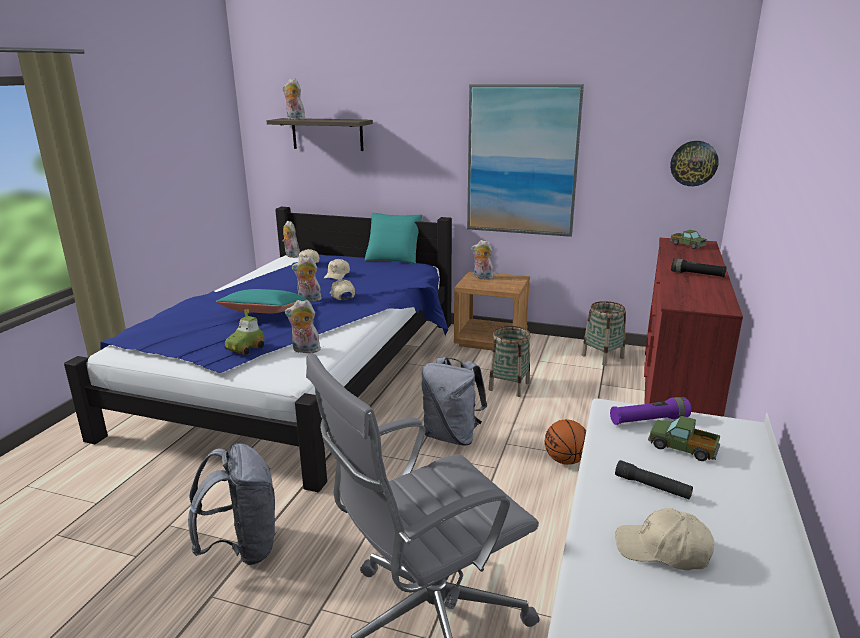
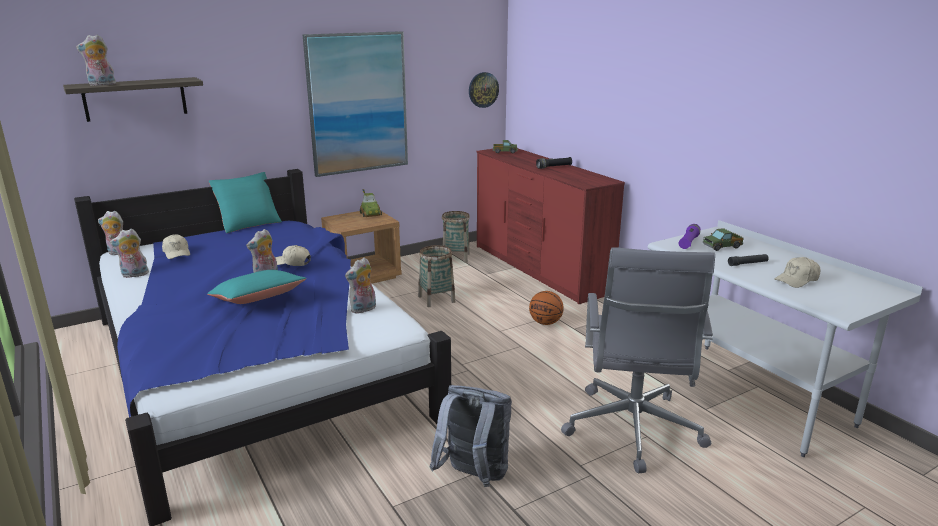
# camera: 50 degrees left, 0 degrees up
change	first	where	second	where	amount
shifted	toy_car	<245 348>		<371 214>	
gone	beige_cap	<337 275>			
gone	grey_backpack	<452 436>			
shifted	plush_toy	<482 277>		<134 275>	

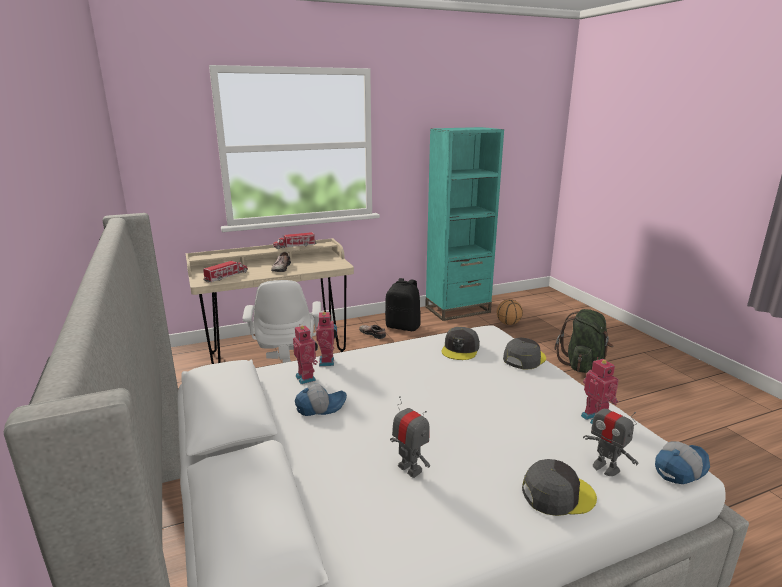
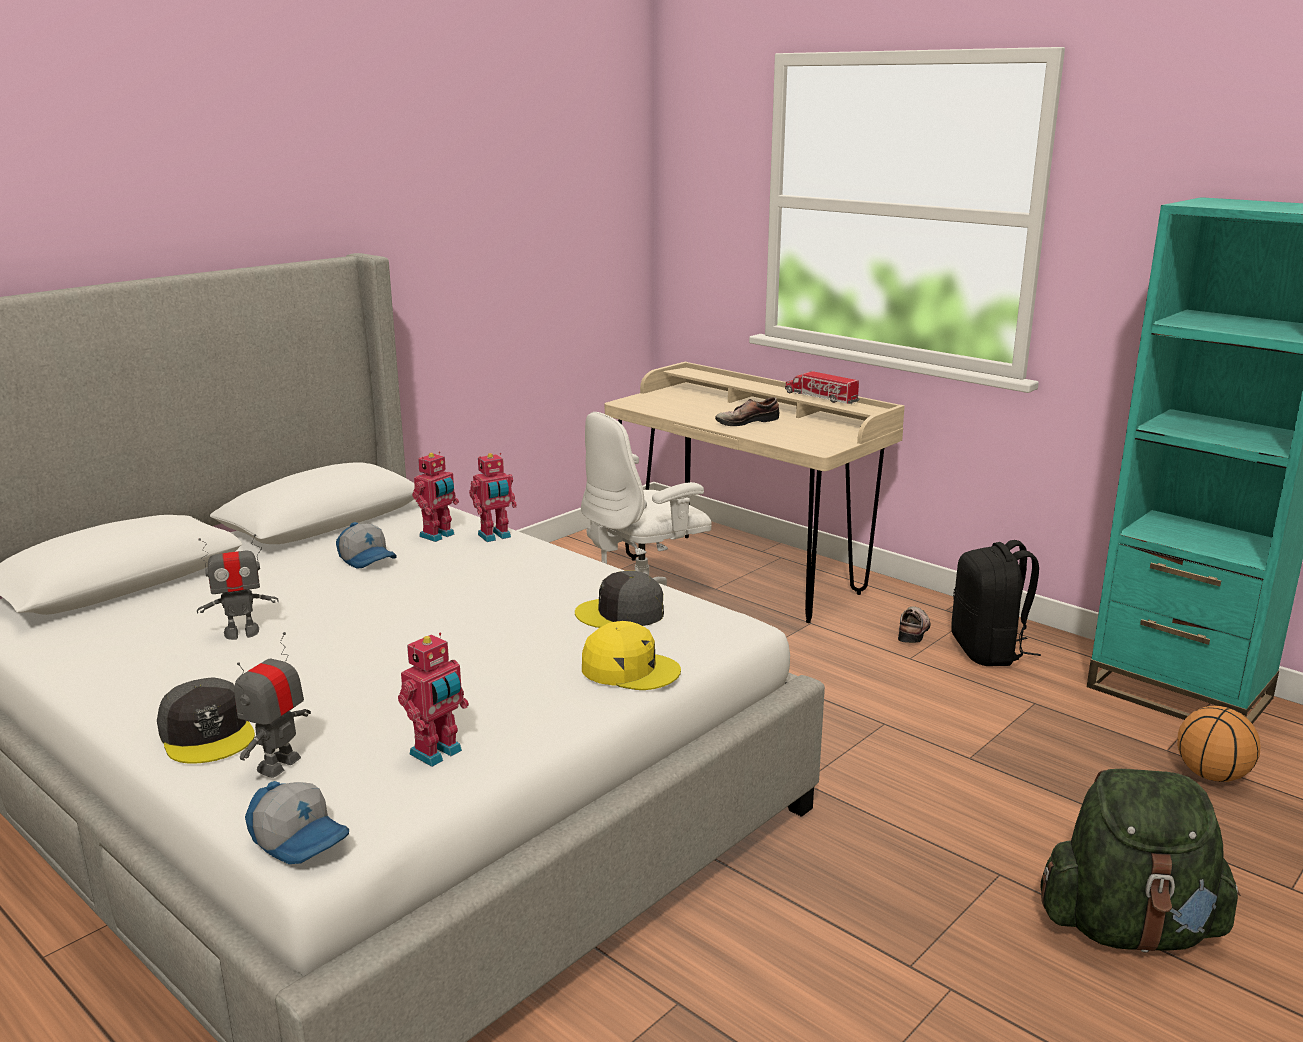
# camera: 65 degrees right, 0 degrees up
change	first	where	second	where	amount
gone	toy_truck	<226 276>			
rotated	toy_robot	<410 468>		<241 632>	45 degrees clockwise
repainted	grey_cap	<524 358>	yellow_cap	<630 669>	

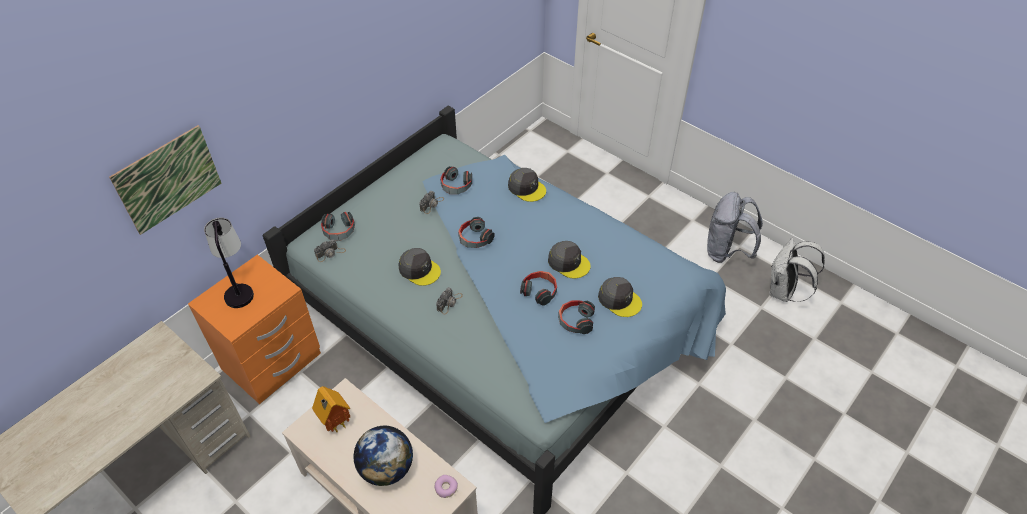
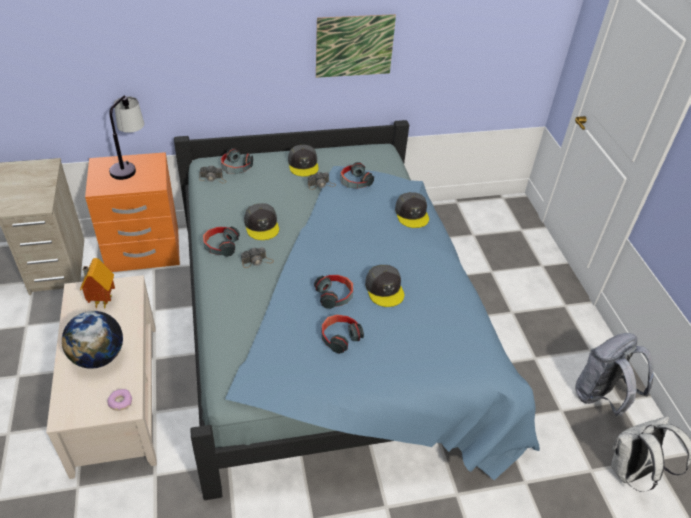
# camera: 35 degrees right, 5 degrees down
change	first	where	second	where	amount
shifted	picture	<168 179>		<354 46>	
shifted	headphones	<474 238>		<220 246>	
shifted	grey_cap	<619 299>		<303 164>	

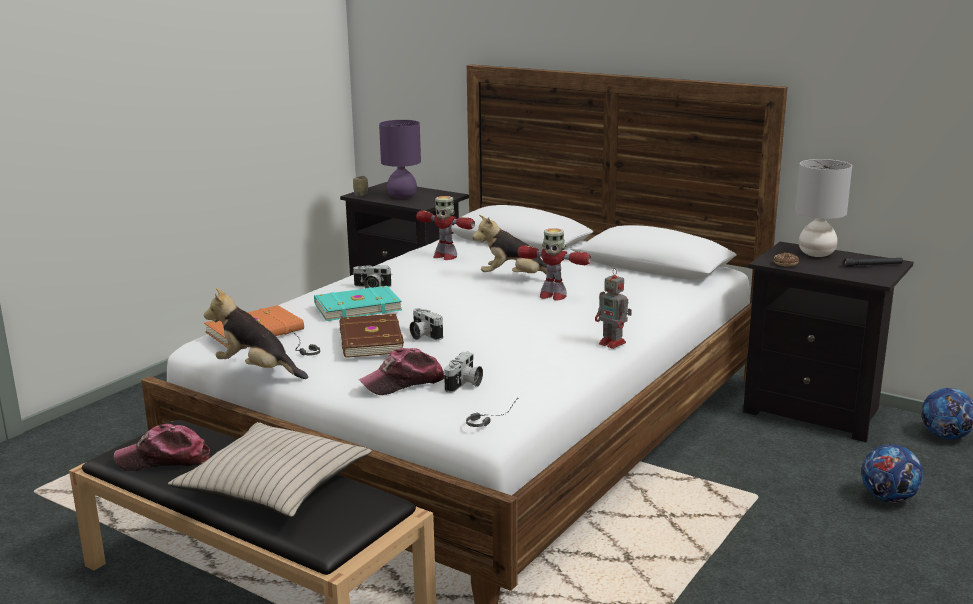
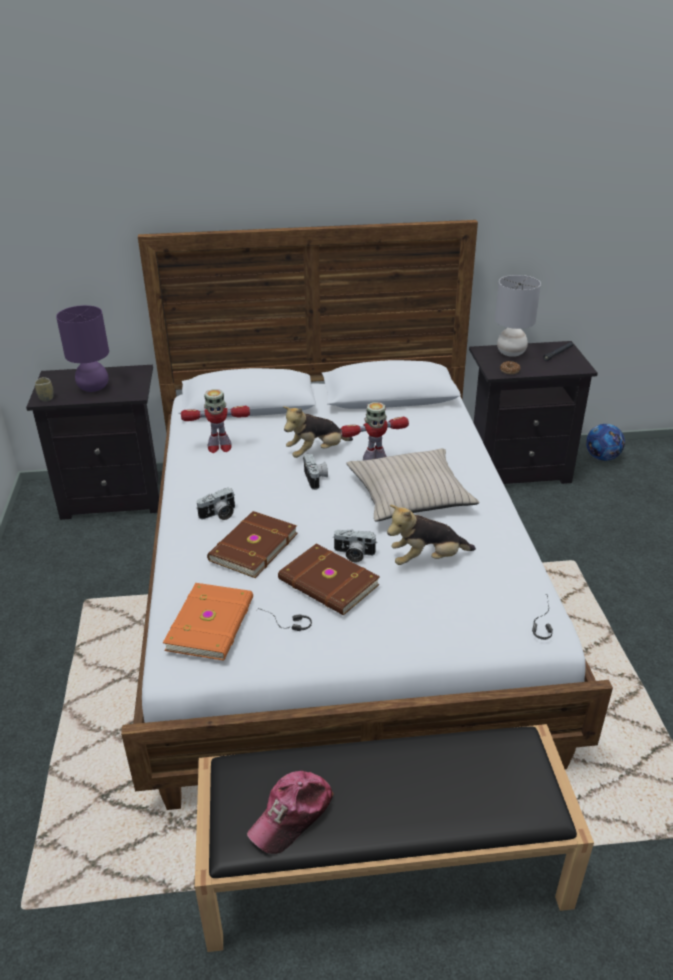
# camera: 40 degrees left, 15 degrees up
change	first	where	second	where	amount
shifted	beige_pillow	<274 485>		<410 495>	
shifted	plush_toy	<257 370>		<427 559>	
repainted	turquoise_book	<356 307>	brown_book	<252 547>	
gone	cap	<403 382>			
shifted	photo_camera	<464 385>		<316 479>	
gone	toy_robot	<613 343>			
gone	football	<888 498>			

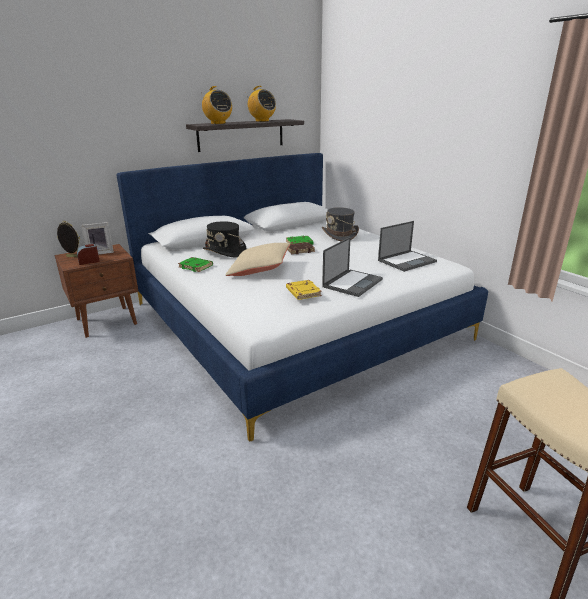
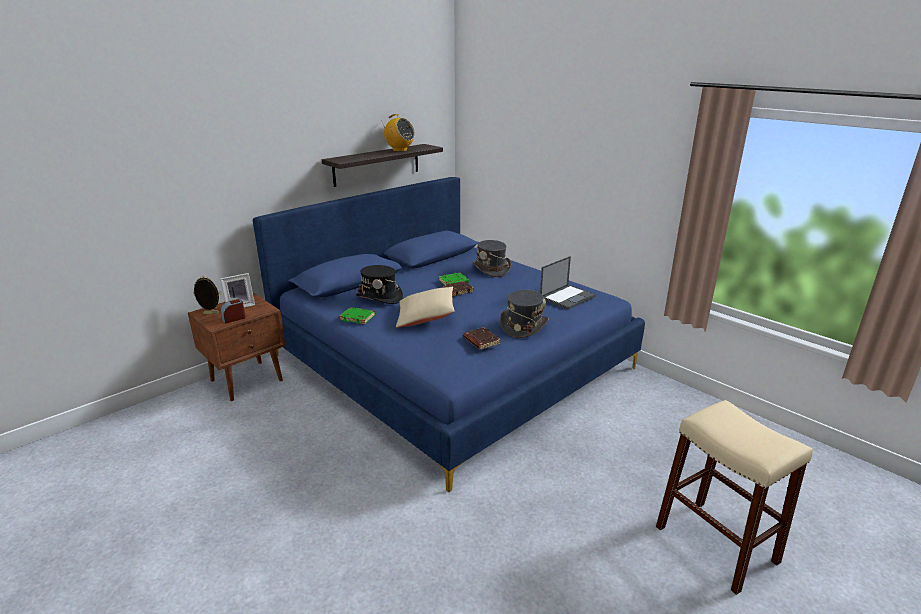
# camera: 10 degrees left, 0 degrees up
change	first	where	second	where	amount
repainted	white_bed	<294 320>	blue_bed	<452 362>	
gone	radio	<218 123>			
repainted	yellow_book	<302 292>	brown_book	<481 341>	
swapped	laptop	<352 283>	grey_hat	<523 326>	

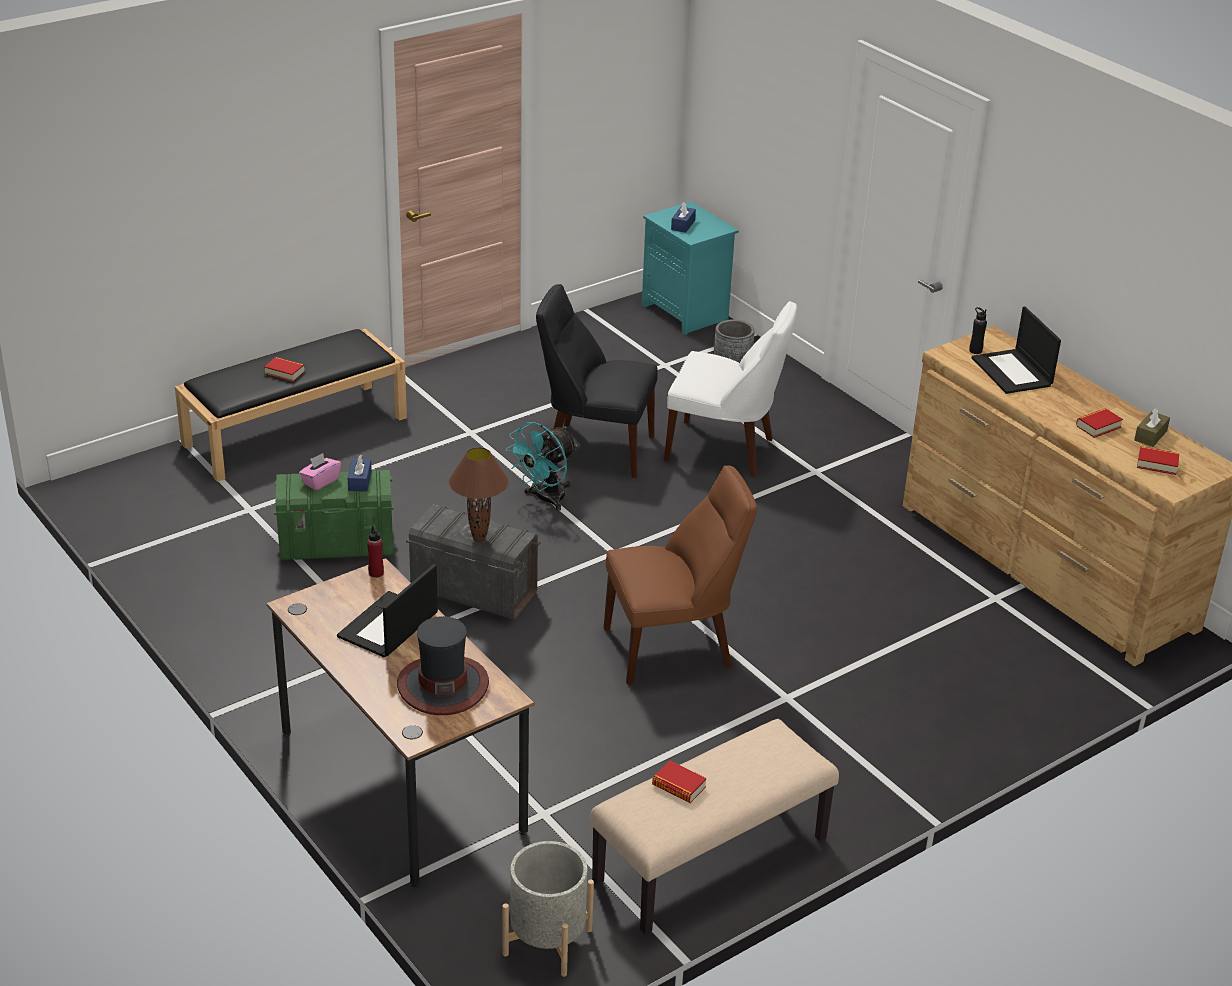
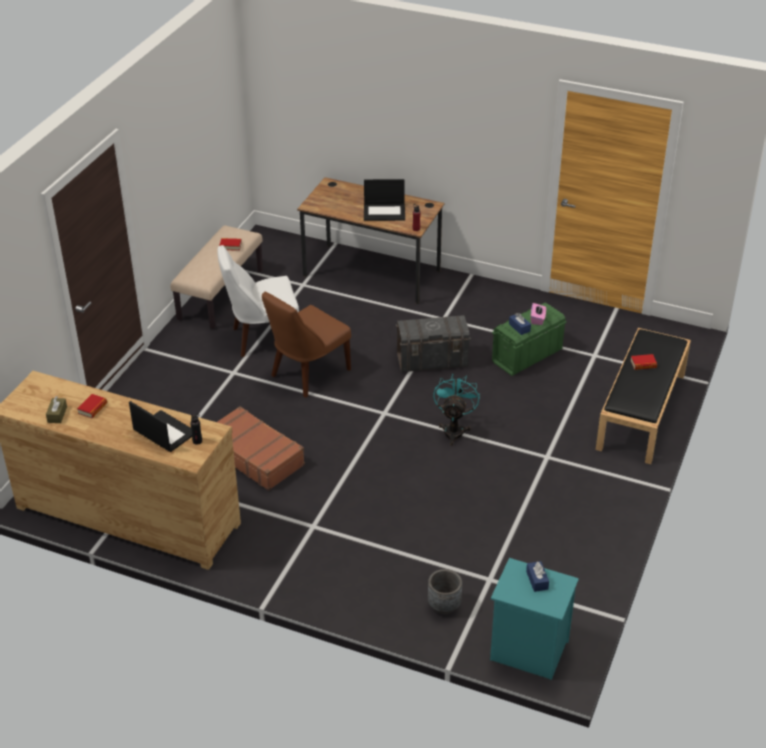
# camera: 150 degrees right, 5 degrees up
change	first	where	second	where	amount
rotated	laptop	<388 626>		<385 212>	90 degrees clockwise
gone	hat	<442 685>			
gone	brown_table_lamp	<479 538>			
gone	grey_planter	<547 942>			
gone	black_chair	<594 448>			
shifted	white_chair	<724 450>		<262 338>	
gone	book	<1157 464>			
new			brown_suitcase	<255 456>	

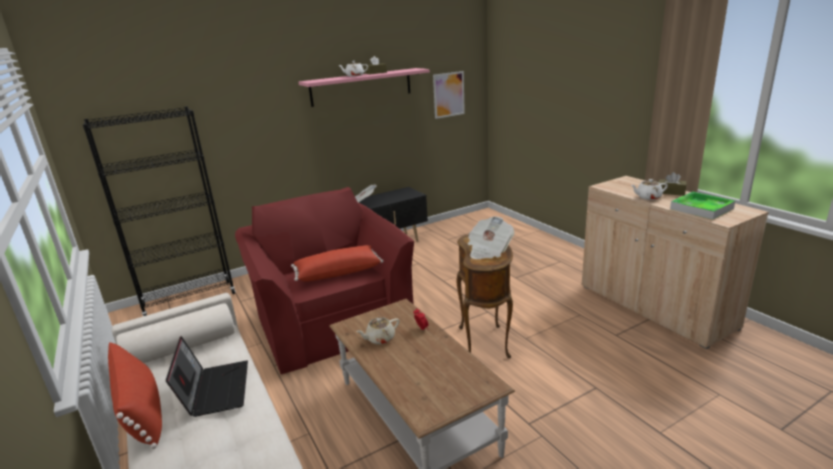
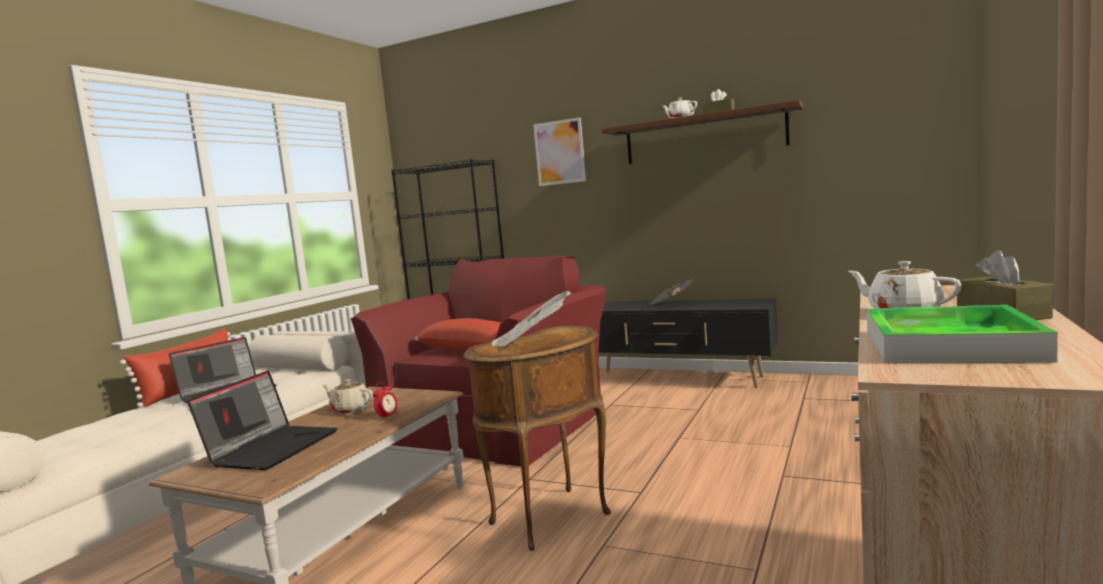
# camera: 55 degrees right, 15 degrees down
change	first	where	second	where	amount
repainted	pink_shelf	<361 87>	brown_shelf	<704 136>	
shifted	picture	<449 94>		<559 152>	
new			laptop	<272 448>	

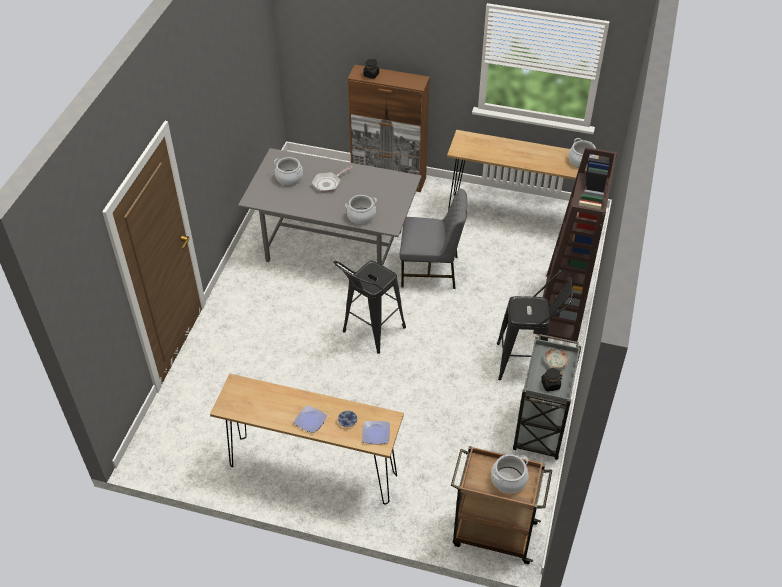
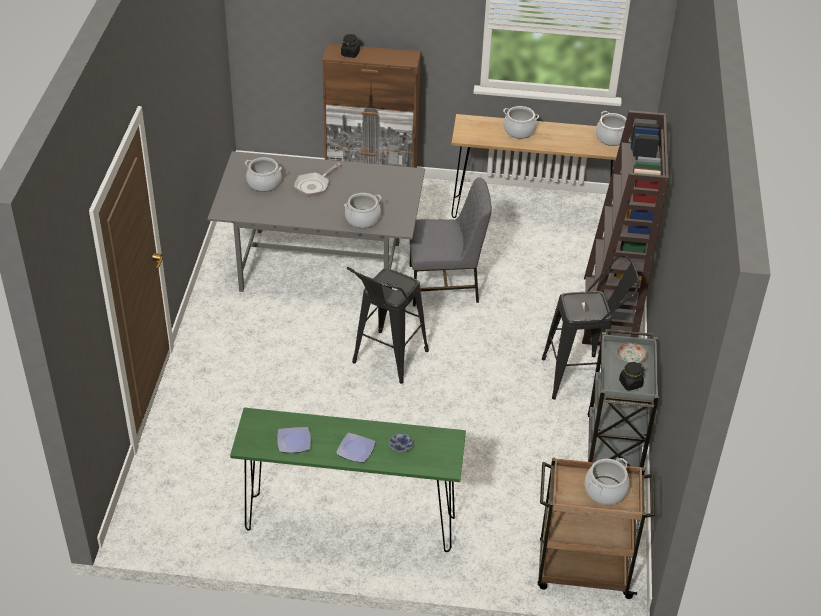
# camera: 10 degrees left, 5 degrees down
change	first	where	second	where	amount
repainted	brown_console_table	<313 470>	green_console_table	<350 523>	
shifted	plate	<375 433>		<293 441>	
new			cooking_pot	<519 131>	

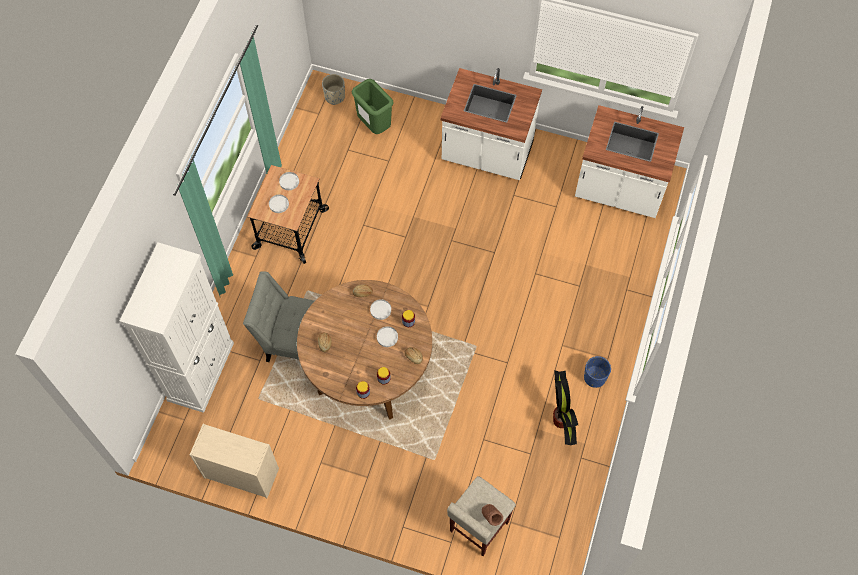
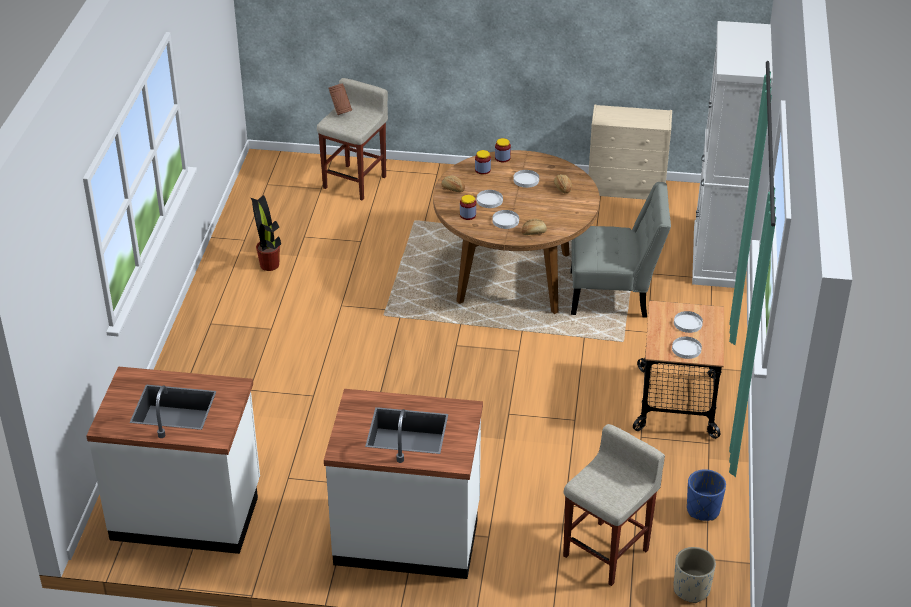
# camera: 170 degrees right, 25 degrees down
change	first	where	second	where	amount
swapped	green_trash_can	<374 126>	beige_stool	<607 552>	
shifted	blue_planter	<594 377>		<703 510>	
new			white_plate	<526 180>	

